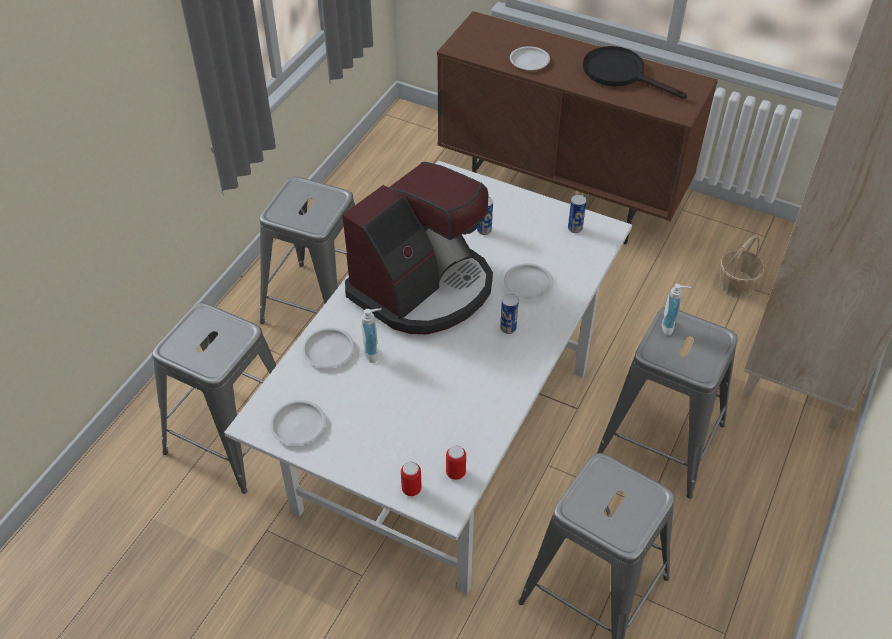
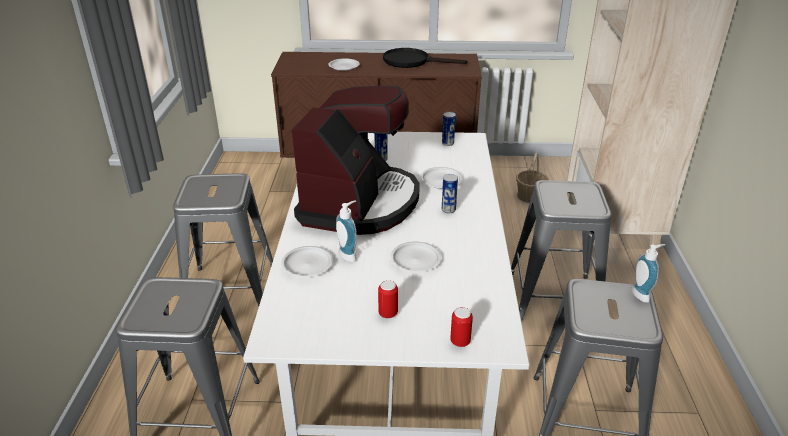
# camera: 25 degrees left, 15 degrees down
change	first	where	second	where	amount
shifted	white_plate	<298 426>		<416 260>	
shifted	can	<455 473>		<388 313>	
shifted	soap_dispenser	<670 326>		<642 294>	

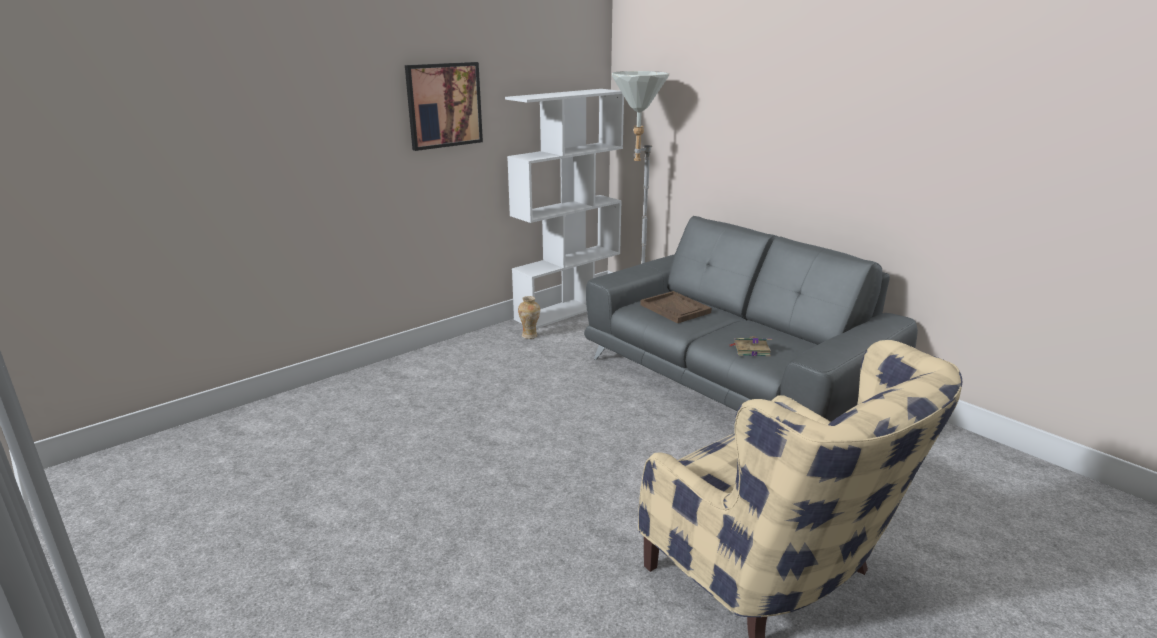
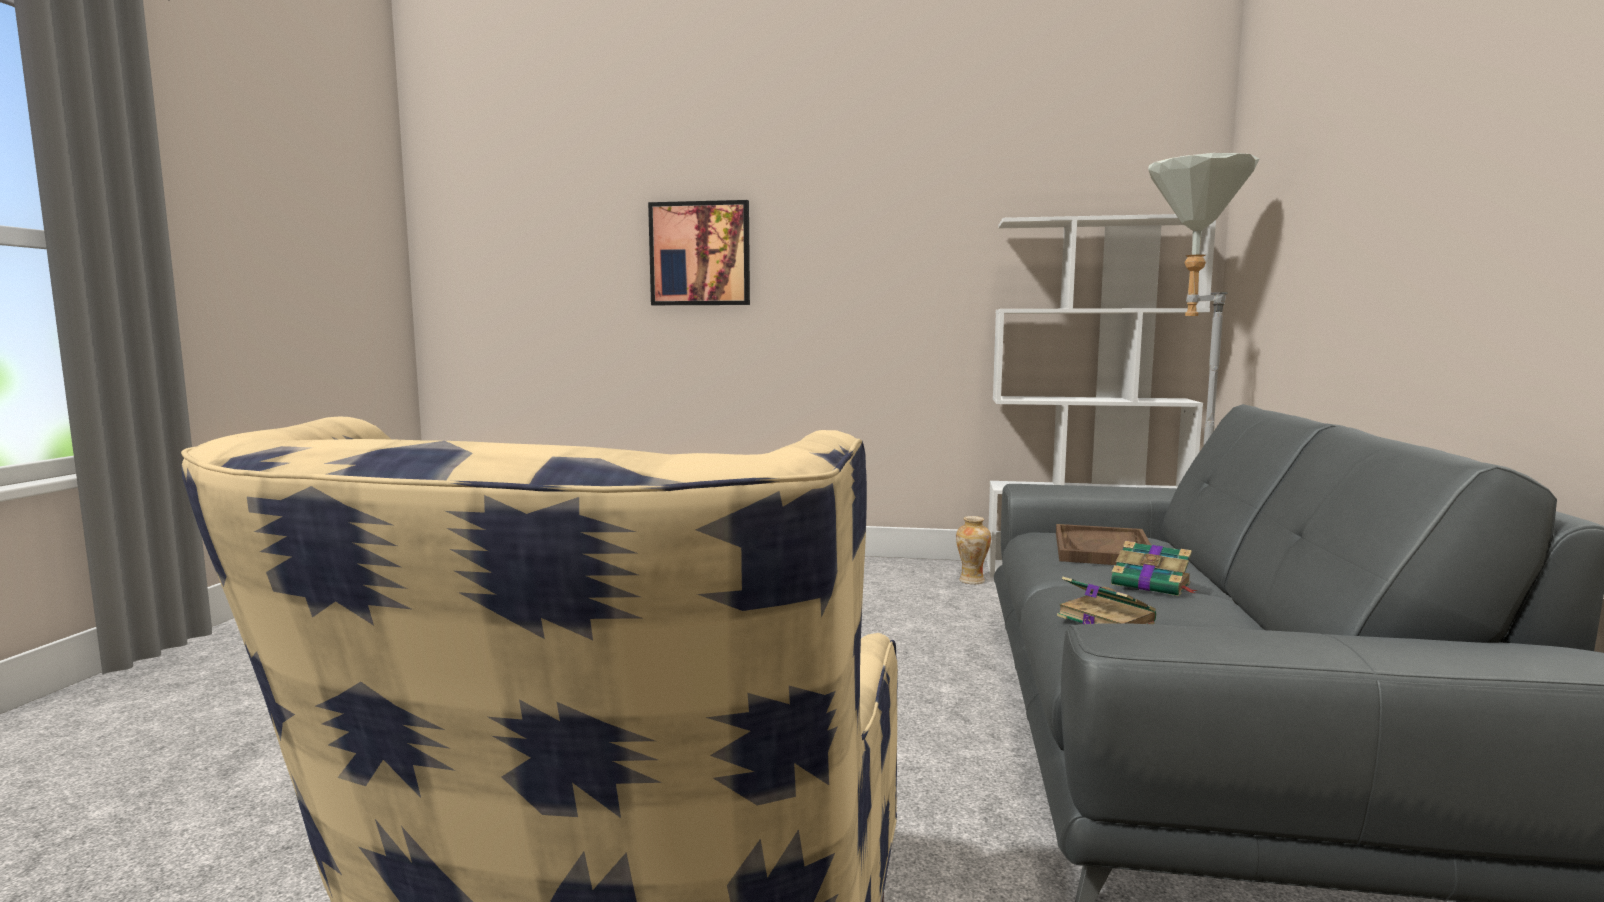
# camera: 50 degrees right, 15 degrees down
change	first	where	second	where	amount
shifted	picture	<444 105>		<700 254>	
new			book	<1152 584>	

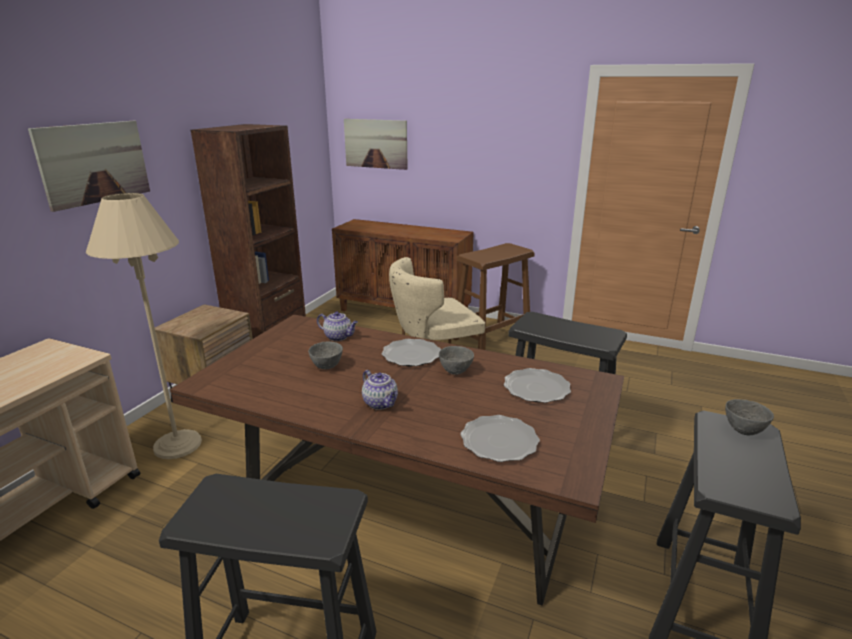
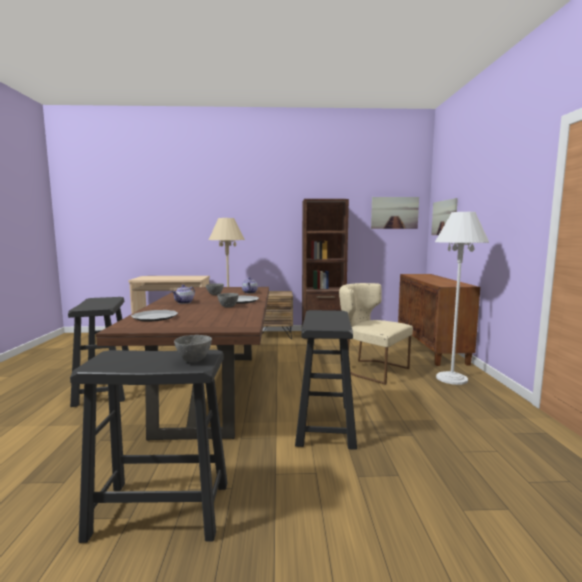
# camera: 65 degrees right, 15 degrees down
change	first	where	second	where	amount
shifted	picture	<94 163>		<394 213>	
swapped	brown_stool	<491 337>	white_floor_lamp	<451 378>	
gone	plate	<536 388>			

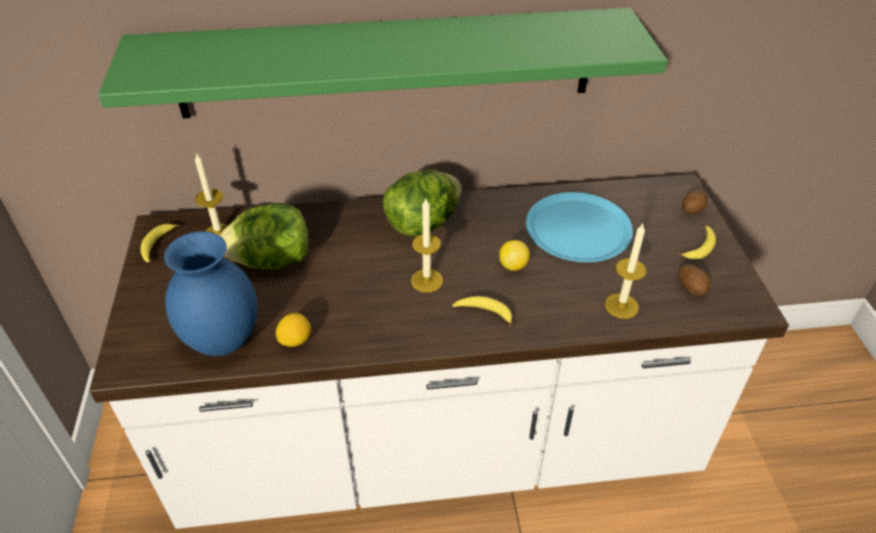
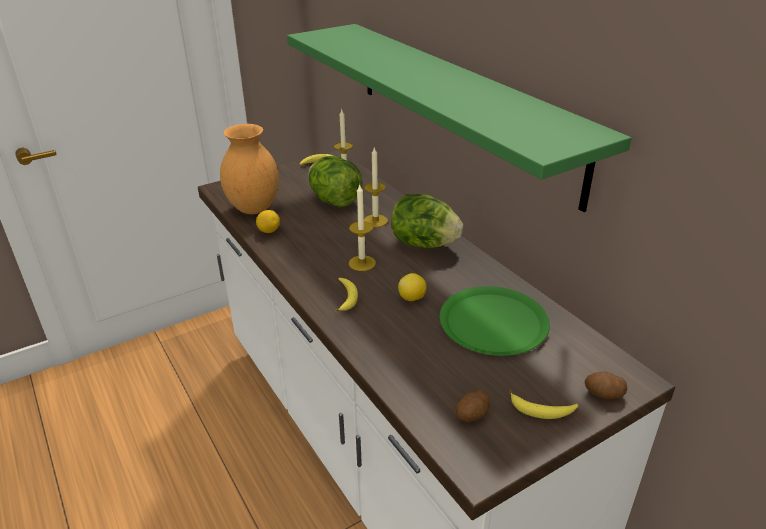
# camera: 65 degrees right, 10 degrees down
change	first	where	second	where	amount
repainted	blue_vase	<222 342>	brown_vase	<253 209>	
repainted	blue_plate	<578 229>	green_plate	<493 322>	
shifted	candle	<621 306>		<375 221>	

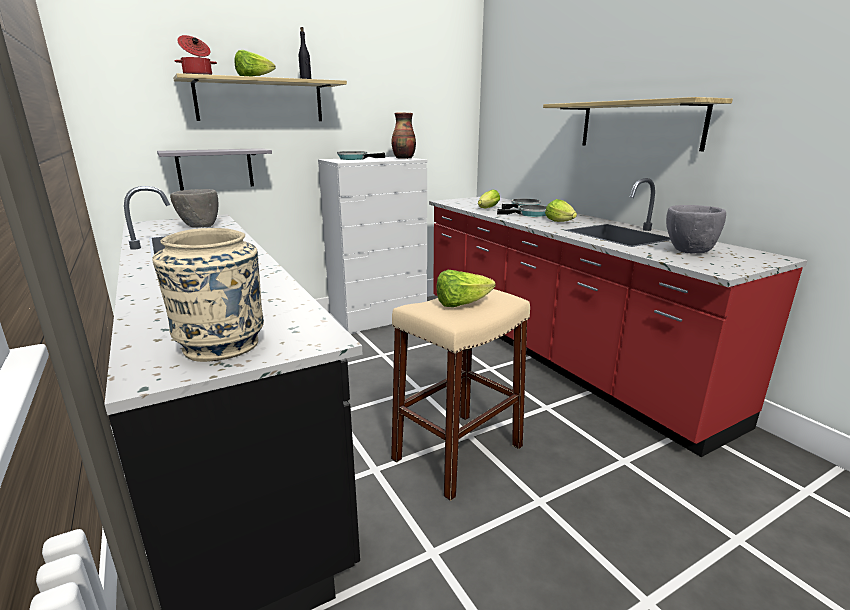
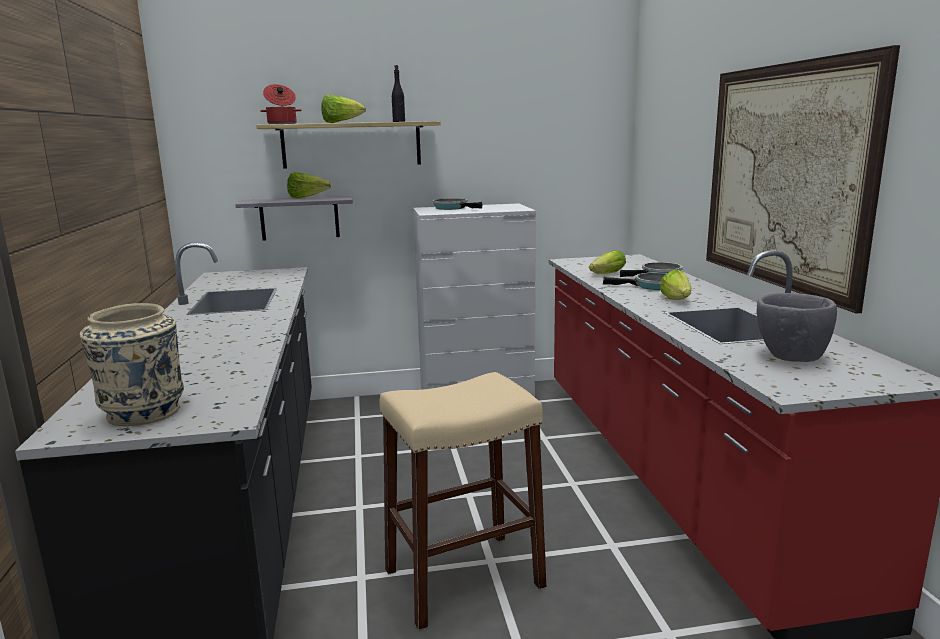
# camera: 20 degrees right, 5 degrees down
change	first	where	second	where	amount
gone	grey_bowl	<199 226>			
gone	vase	<404 158>			
shifted	lettuce	<461 304>		<306 198>	
swapped	shelf	<639 125>	picture	<783 177>	

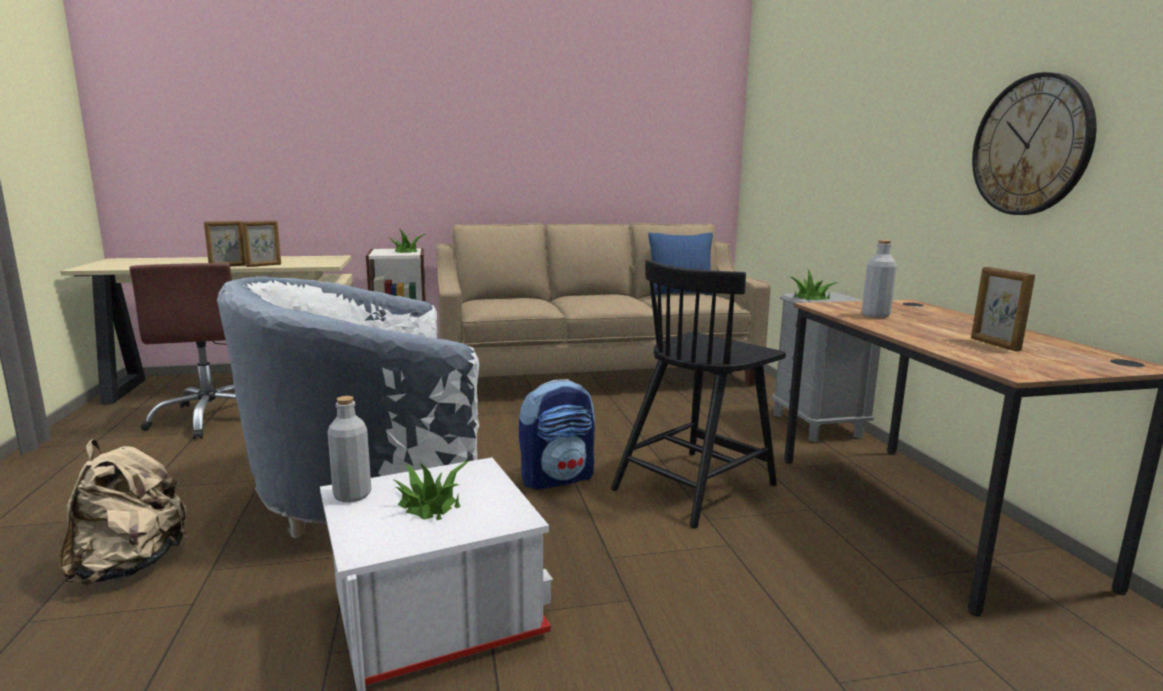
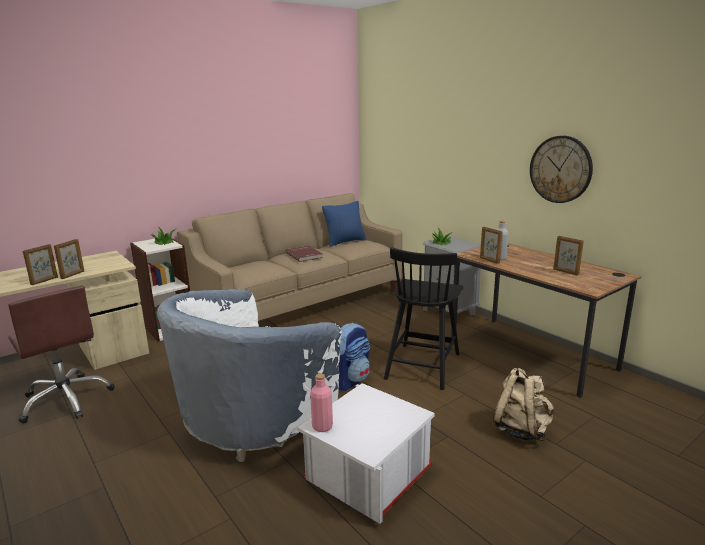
# camera: 25 degrees left, 5 degrees up
change	first	where	second	where	amount
shifted	beige_backpack	<130 566>		<521 430>	
repainted	grey_bottle	<352 495>	pink_bottle	<322 426>	
gone	potted_plant	<430 505>			
new			red_book	<304 255>	
new			picture_frame	<489 260>	

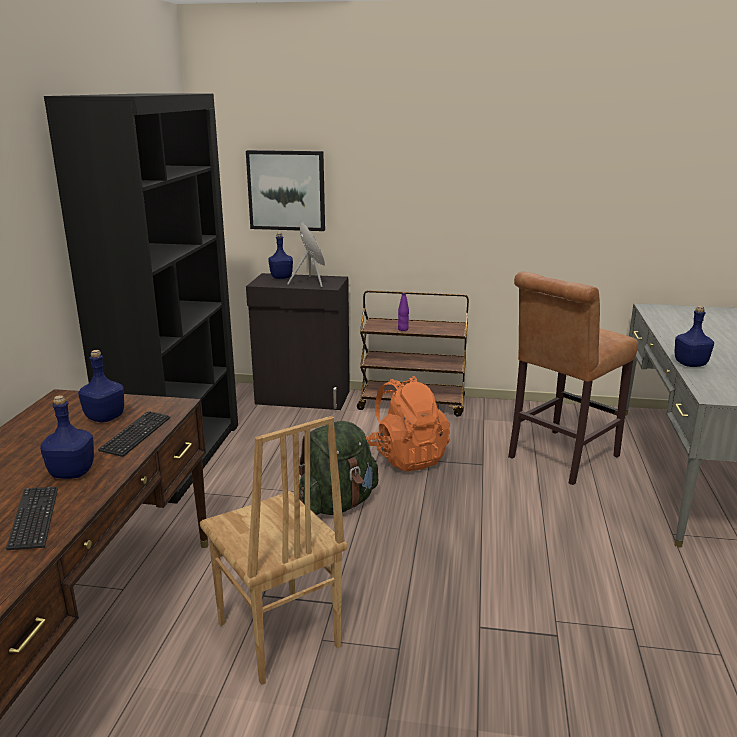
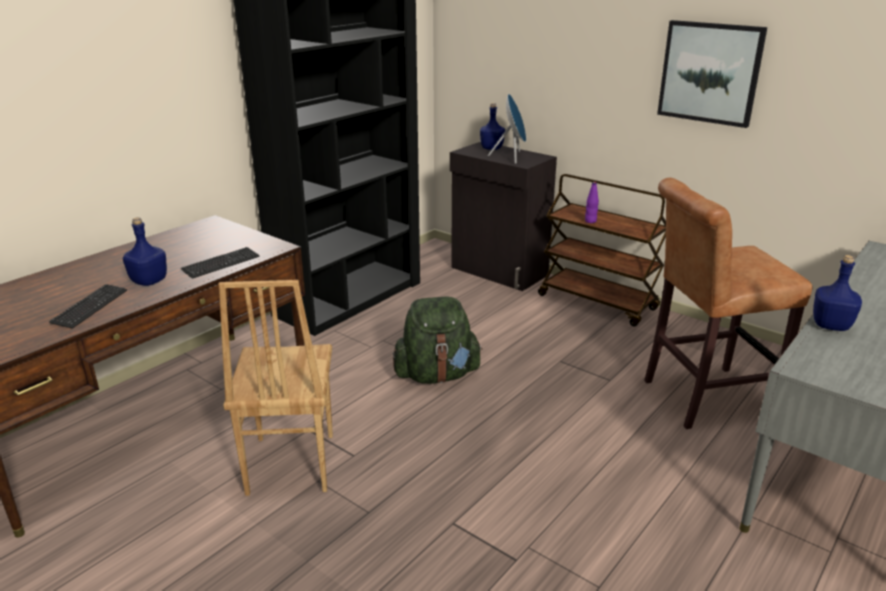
# camera: 30 degrees right, 5 degrees up
change	first	where	second	where	amount
gone	blue_bottle	<105 418>			
shifted	picture	<286 190>		<710 73>	
gone	orange_backpack	<406 457>			

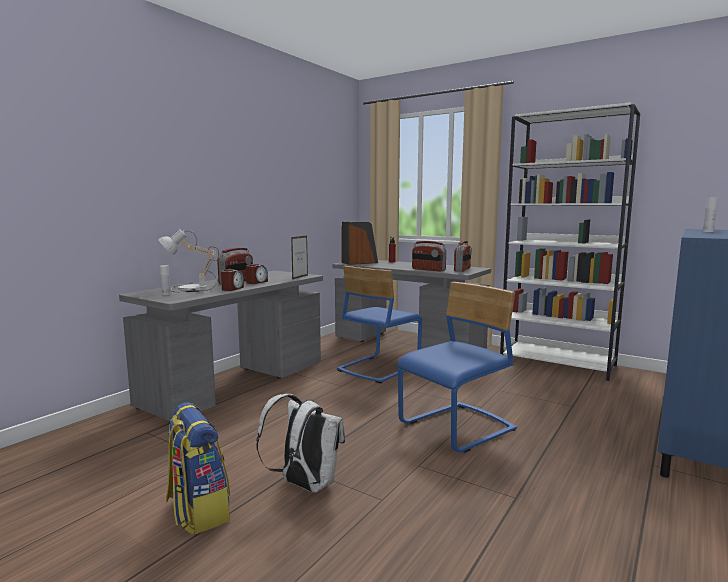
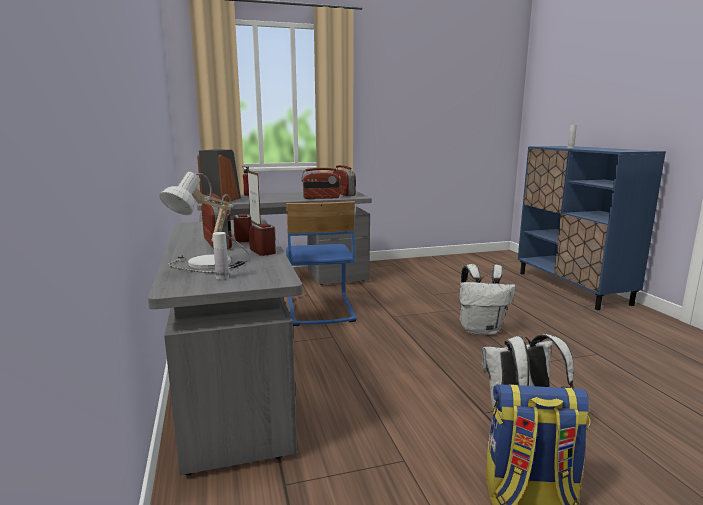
# camera: 50 degrees left, 5 degrees up
change	first	where	second	where	amount
swapped	blue_chair	<457 428>	white_backpack	<481 330>	
gone	white_bookcase	<558 363>			

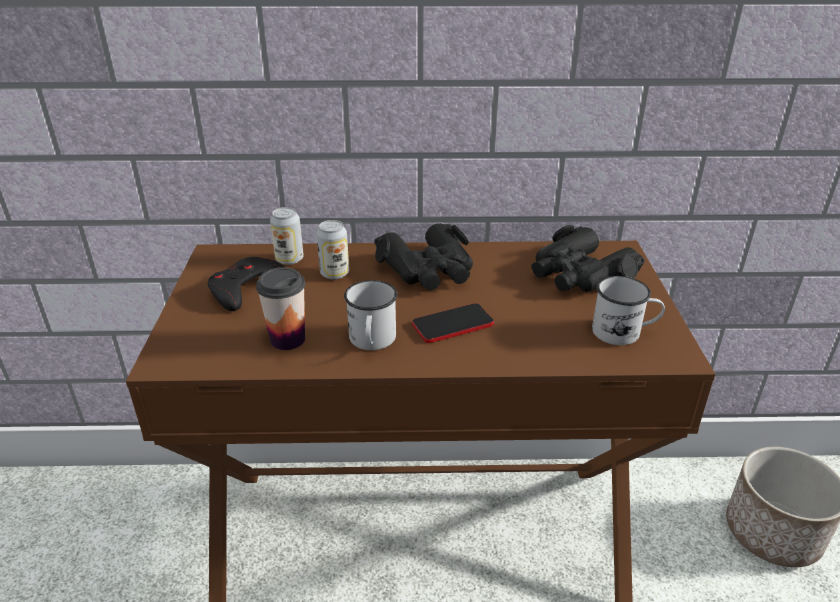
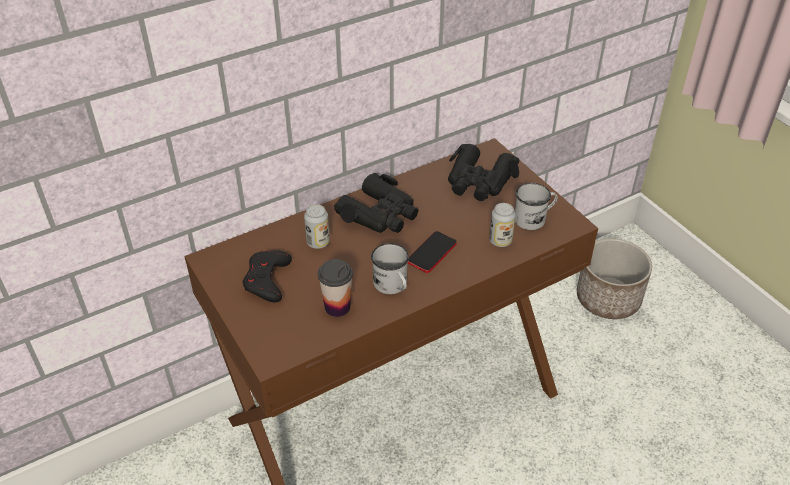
# camera: 30 degrees left, 10 degrees up
change	first	where	second	where	amount
shifted	can	<289 259>		<500 241>	

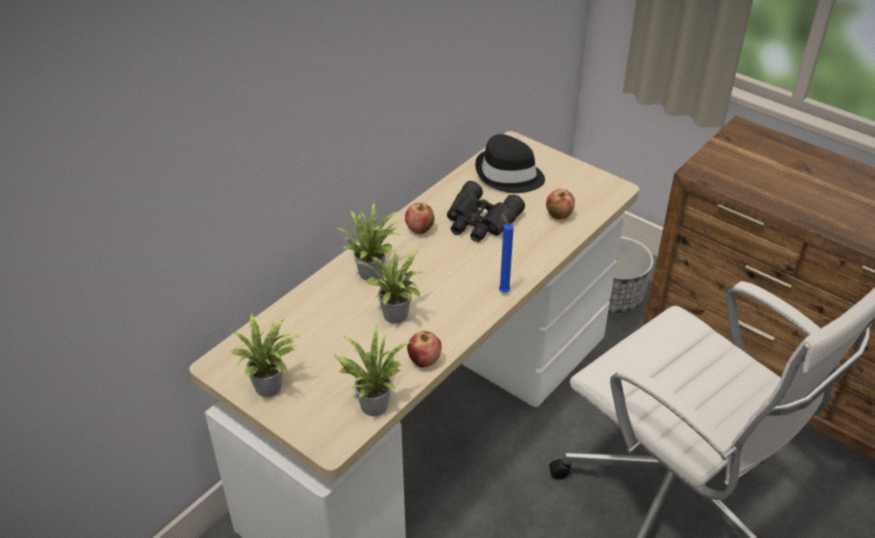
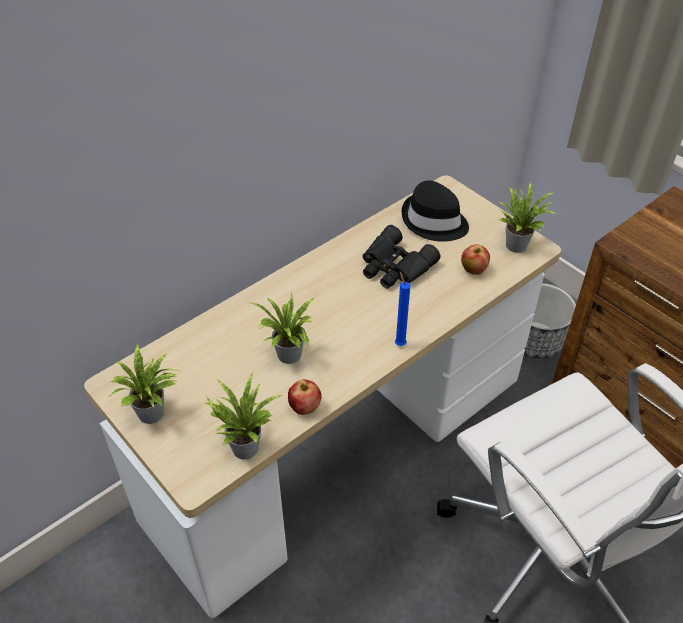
# camera: 10 degrees right, 5 degrees up
change	first	where	second	where	amount
shifted	potted_plant	<372 271>		<517 244>	
gone	apple	<419 230>			

